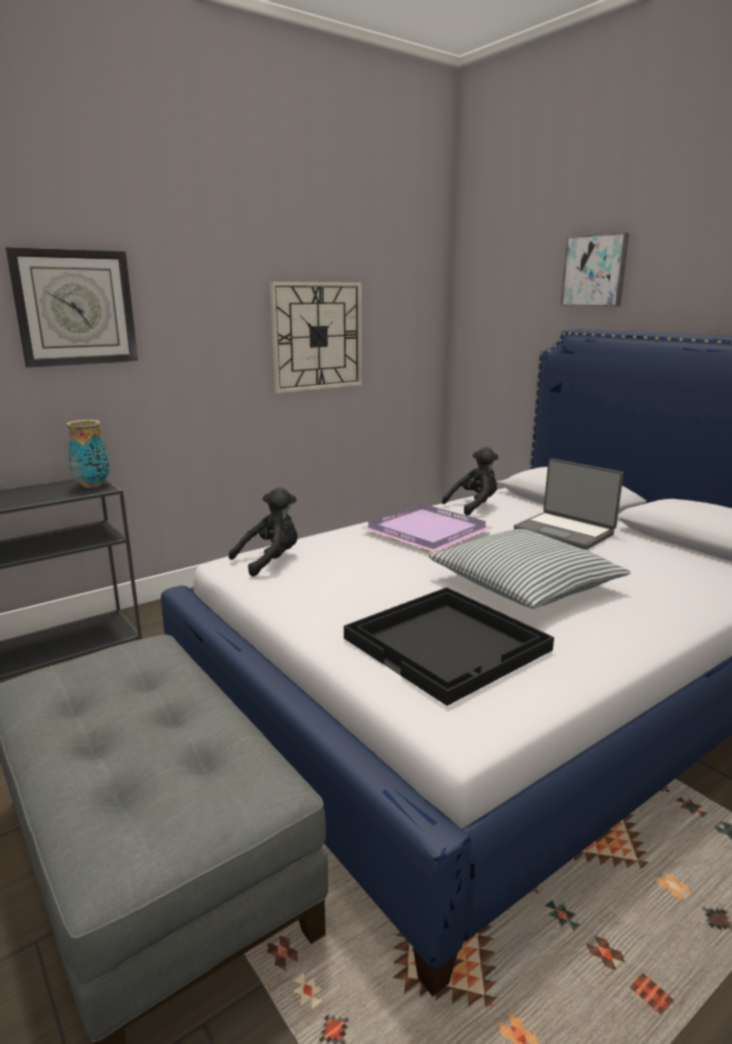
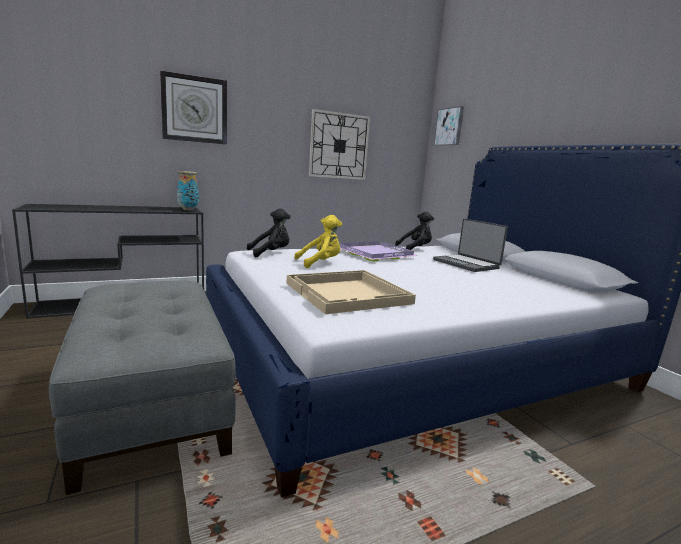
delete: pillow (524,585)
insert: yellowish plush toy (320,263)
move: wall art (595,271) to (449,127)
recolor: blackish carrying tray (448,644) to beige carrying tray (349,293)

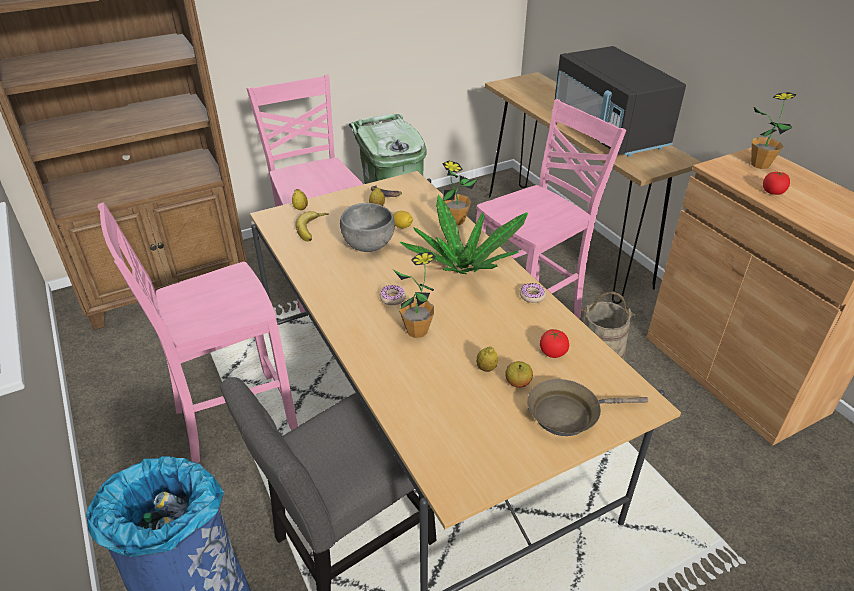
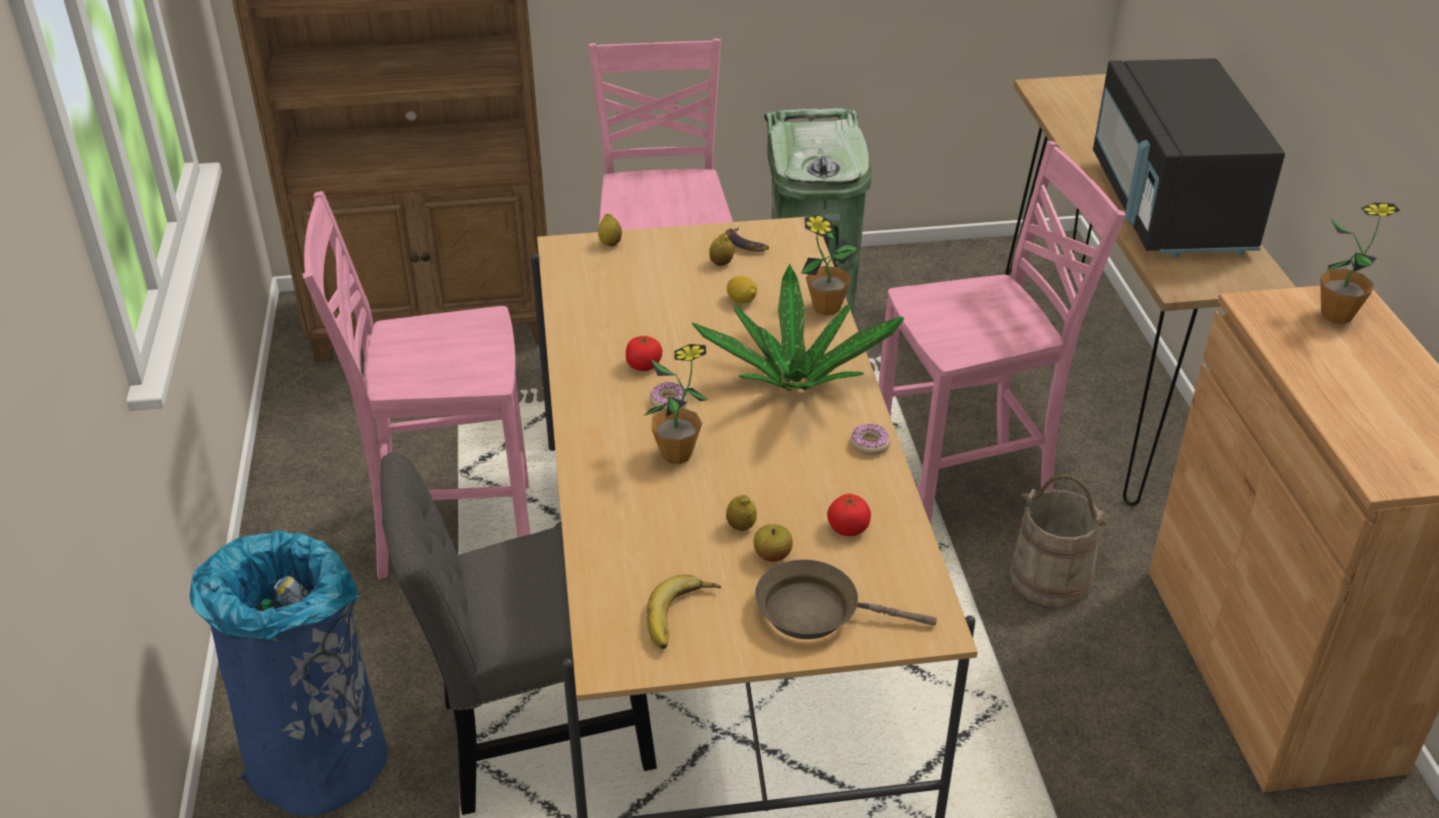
delete: greyish bowl (368,246)
move: tomato (773,192) to (644,365); banana fruit (314,229) to (682,617)

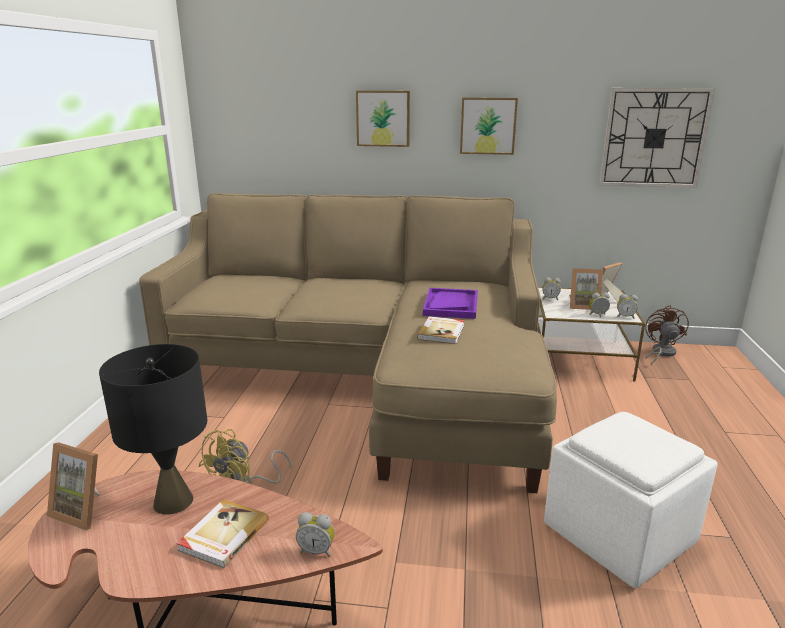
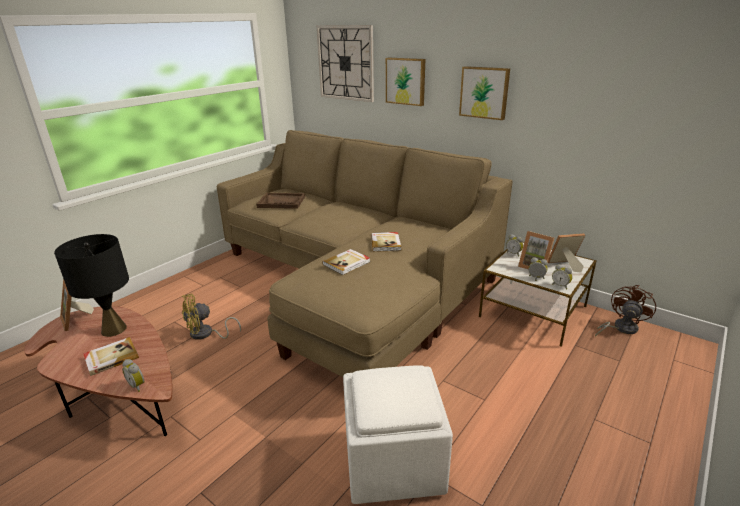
insert: brown-coloured carrying tray (281,202)
move: wall clock (654,138) to (346,63)
replace: purple-coloured carrying tray (451,305) to book (386,243)

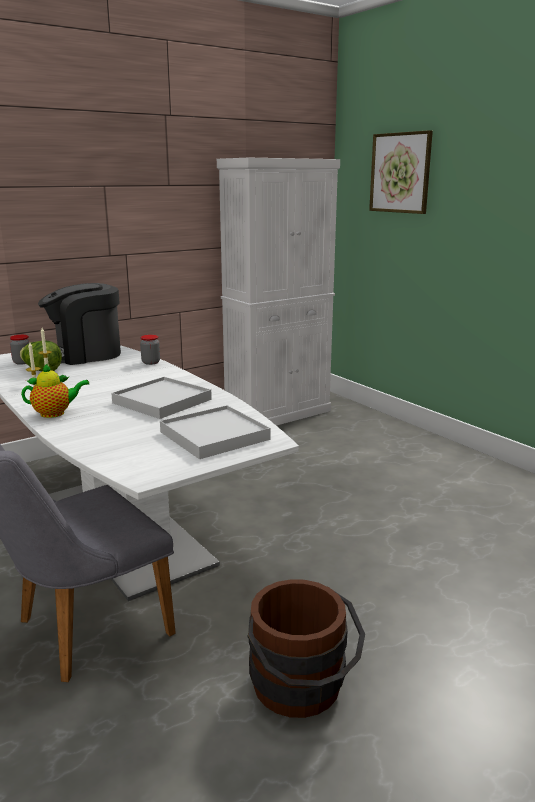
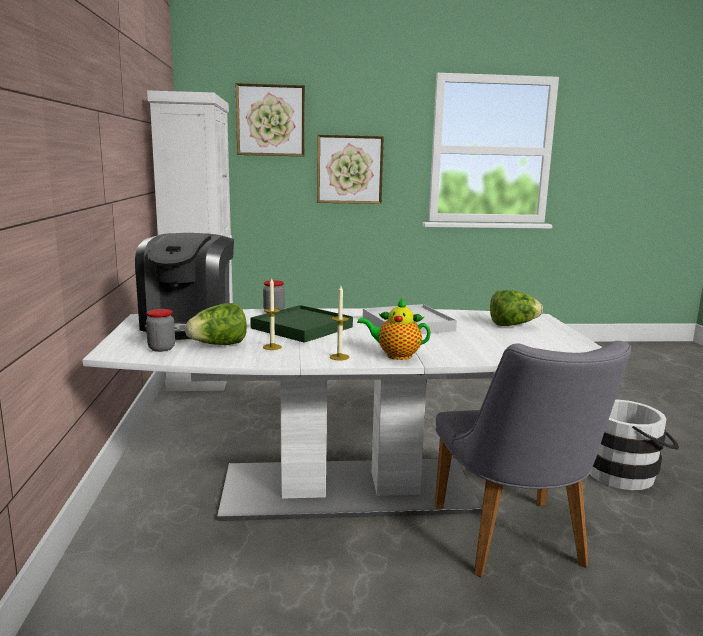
insert: wall art (349,169); green carrying tray (302,328)
replace: white-coloured carrying tray (214,435) to lettuce head (512,325)
recolor: brown-coloured water bucket (301,689) to white-coloured water bucket (626,474)
rotate: tea pot (55,413) = (395,355) 90 degrees counterclockwise

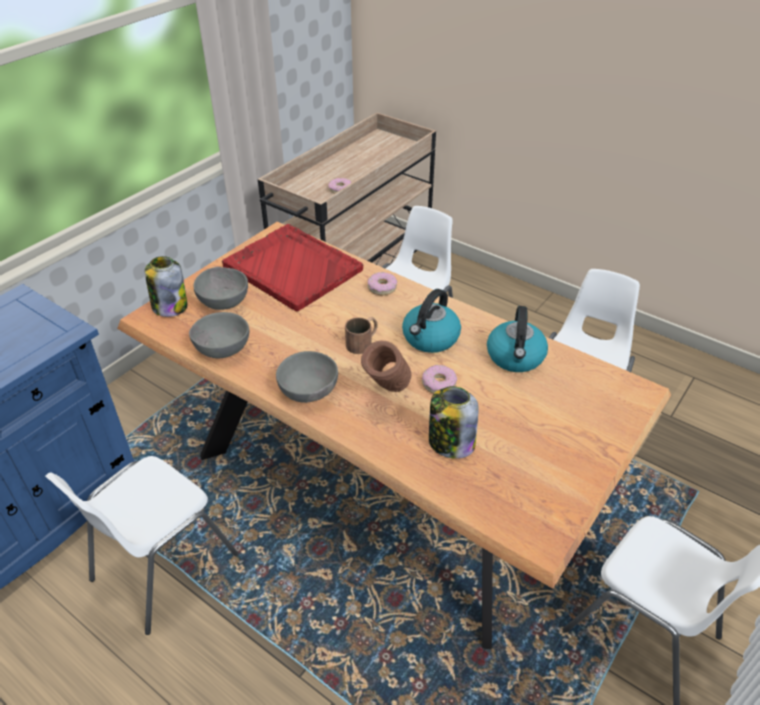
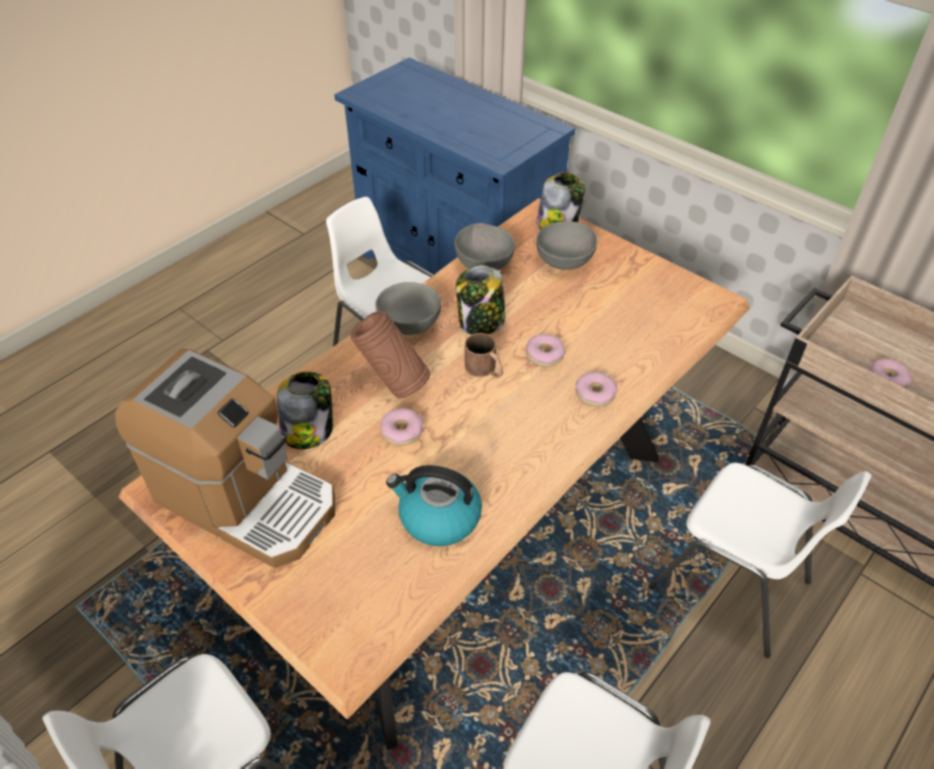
delete: red-coloured carrying tray (292,268); tea kettle (430,338)
insert: jar (481,322); doughnut (544,355); coffee maker (246,499)

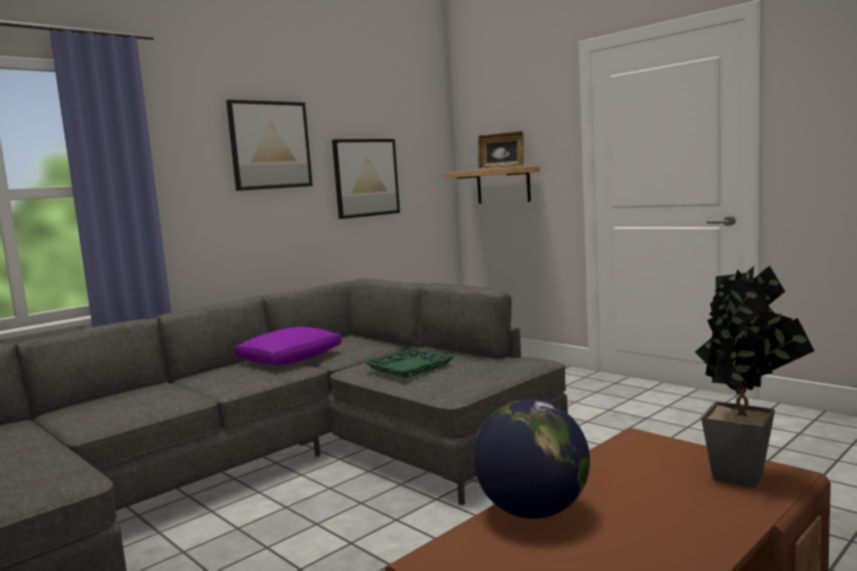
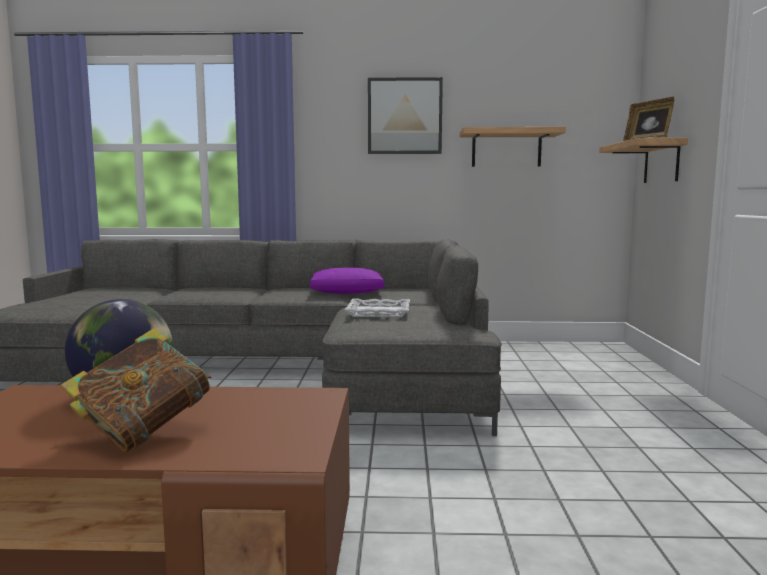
delete: houseplant (745,473)
insert: book (144,432)
replace: wall art (366,178) to shelf (506,149)
recolor: green carrying tray (409,367) to white-coloured carrying tray (378,312)

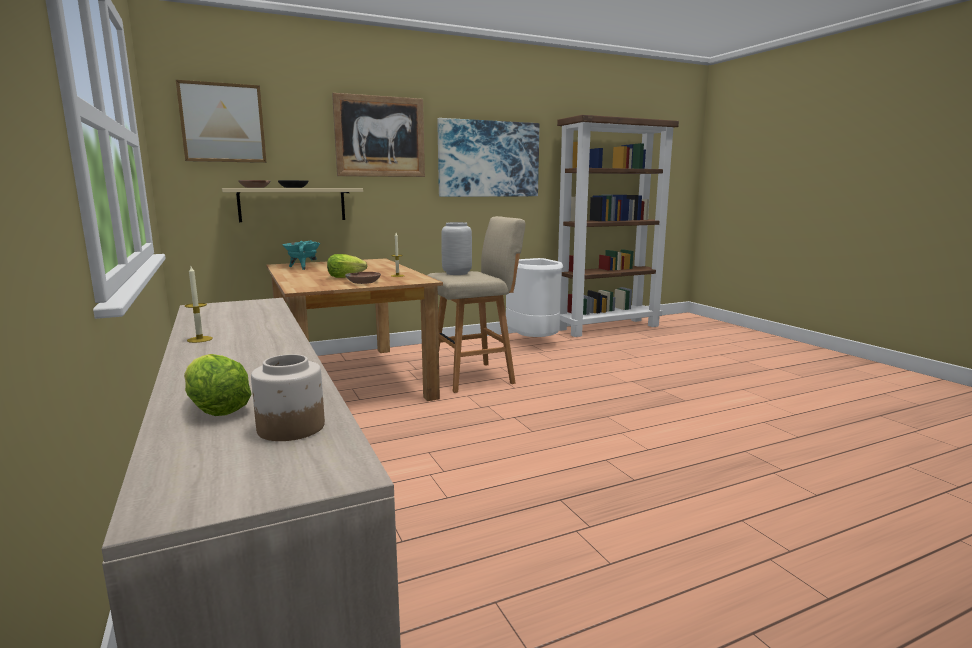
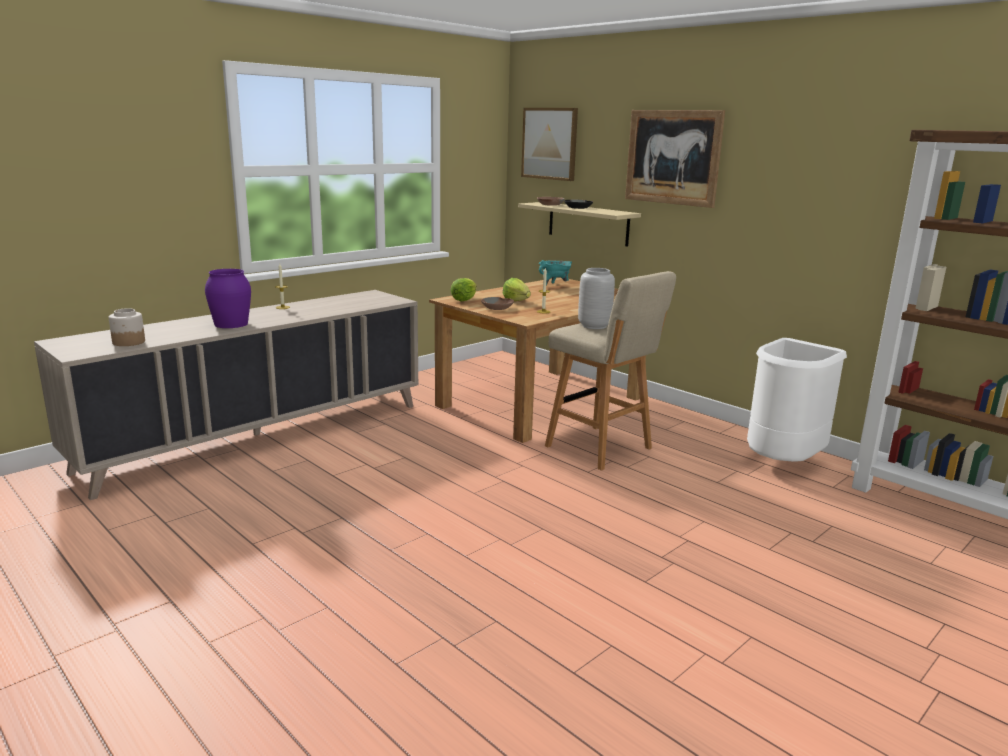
delete: wall art (489,159)
insert: purple-coloured flower vase (231,324)
move: lettuce head (216,410) to (464,300)

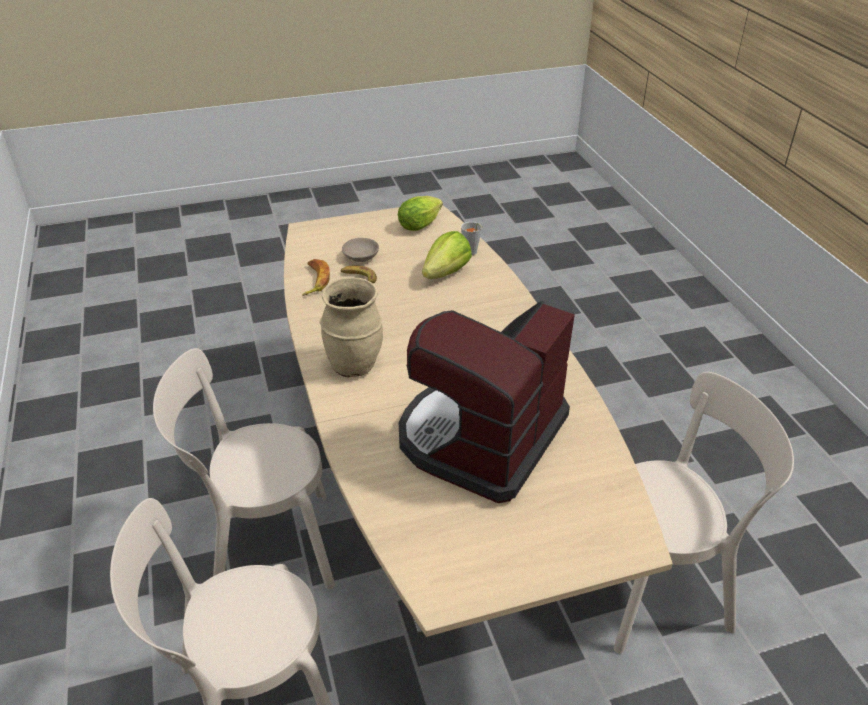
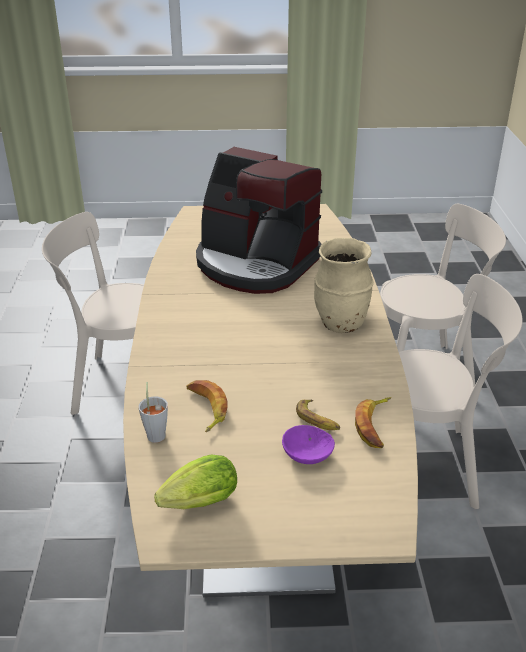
replace: lettuce head (446,273) to banana fruit (205,408)
recolor: beige bowl (362,256) to purple-coloured bowl (305,455)
rotate: coffee maker (480,438) = (256,264) 75 degrees clockwise

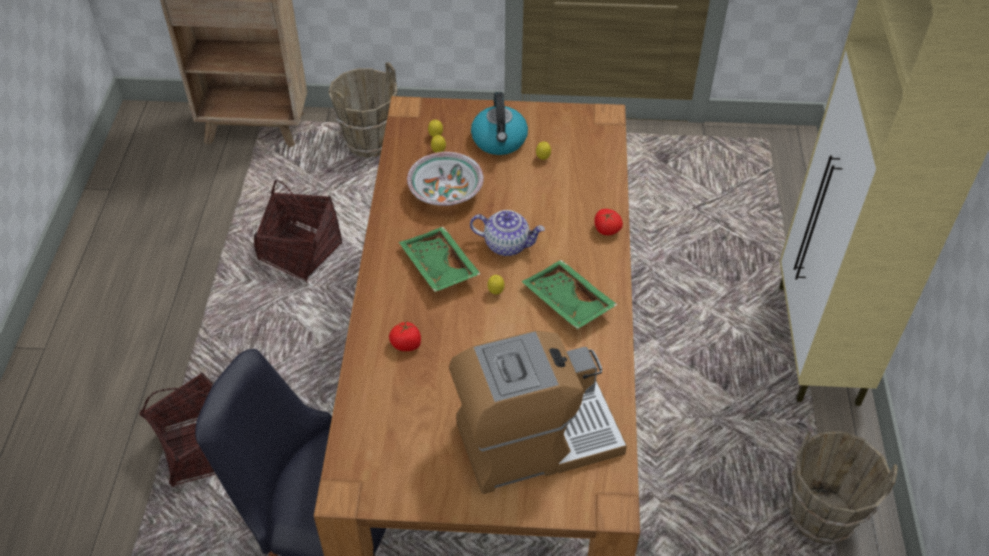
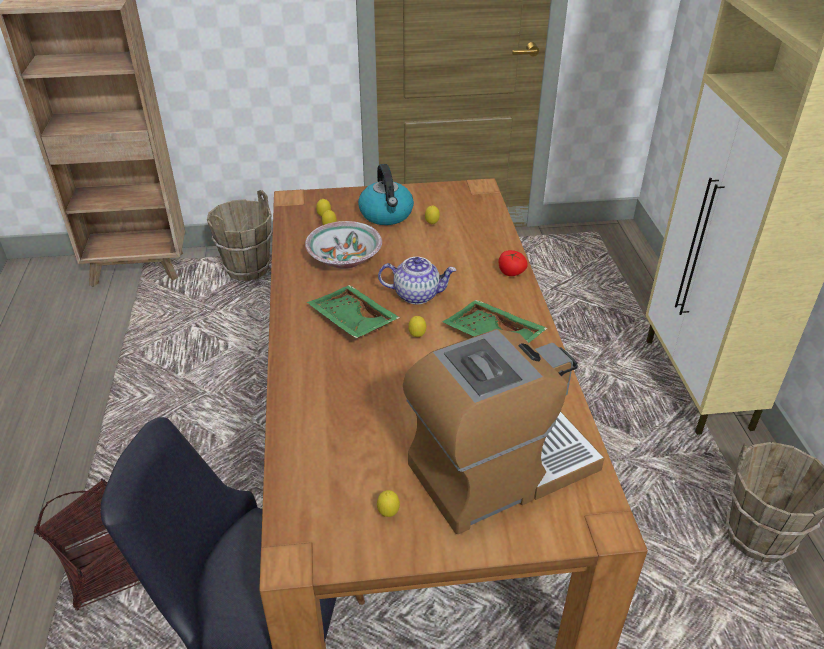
delete: storage basket (300,252); tomato (406,344)
insert: lemon (388,514)

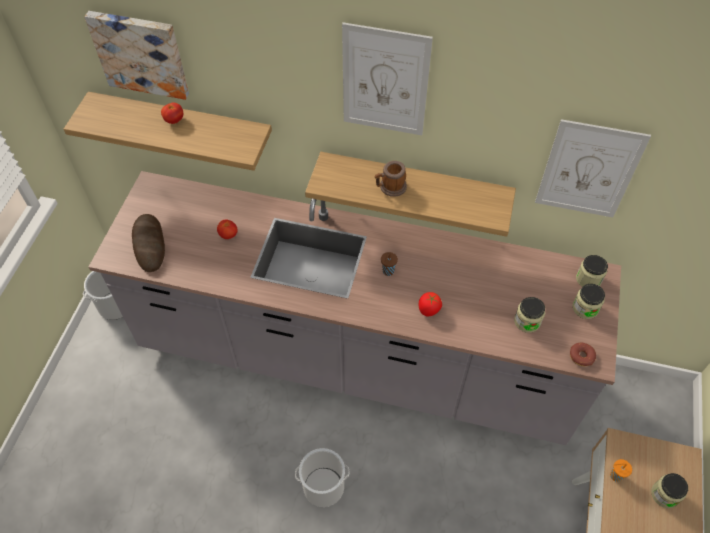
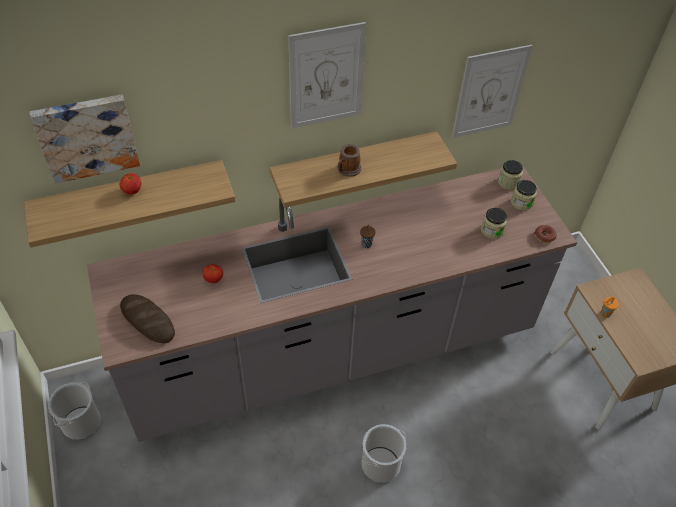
delete: tomato (428,310); jar (664,494)

